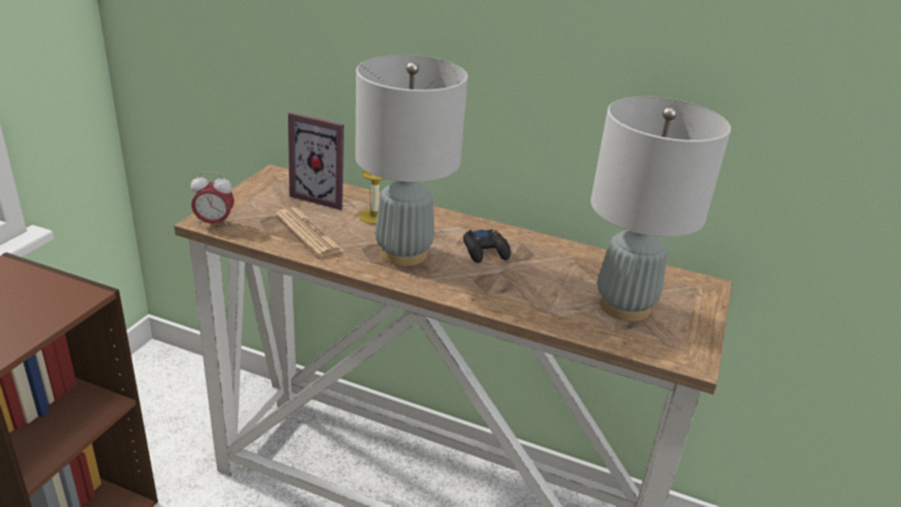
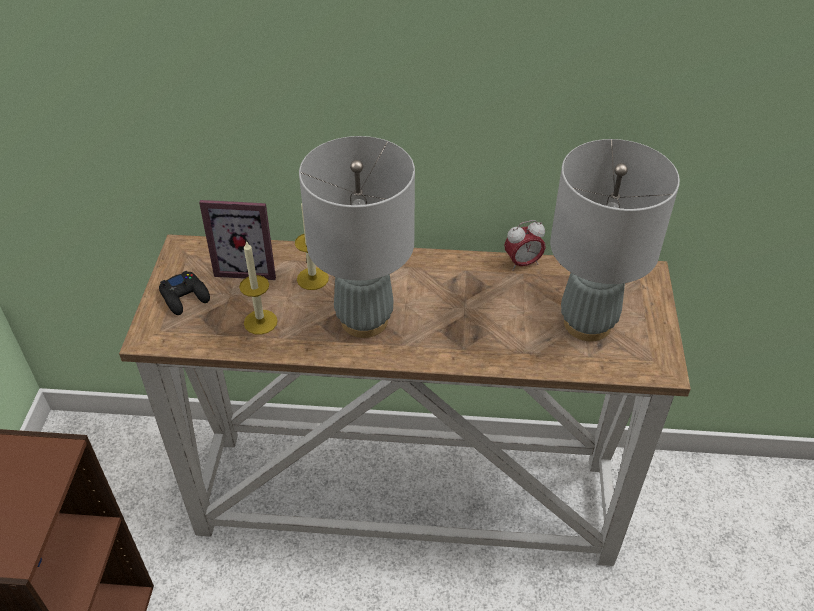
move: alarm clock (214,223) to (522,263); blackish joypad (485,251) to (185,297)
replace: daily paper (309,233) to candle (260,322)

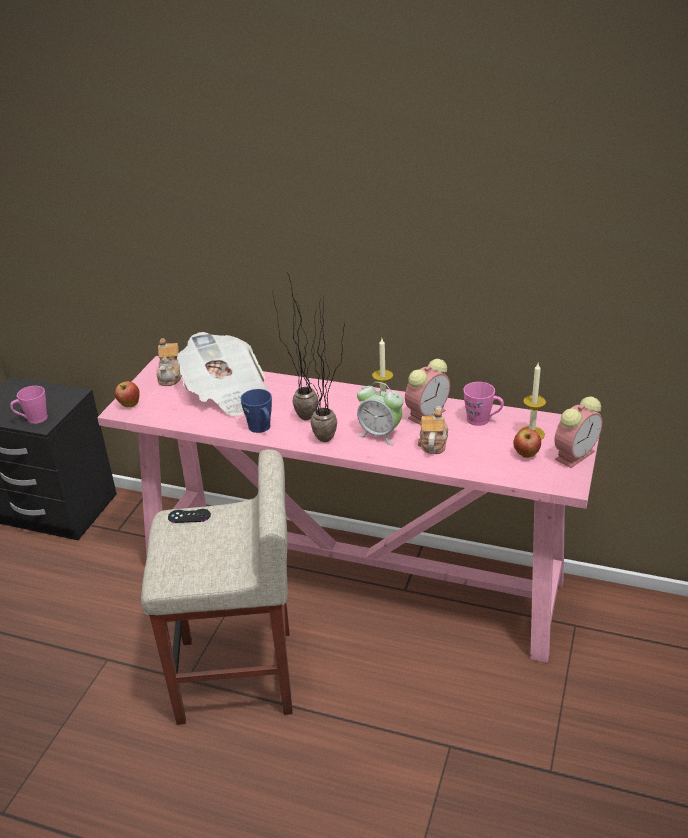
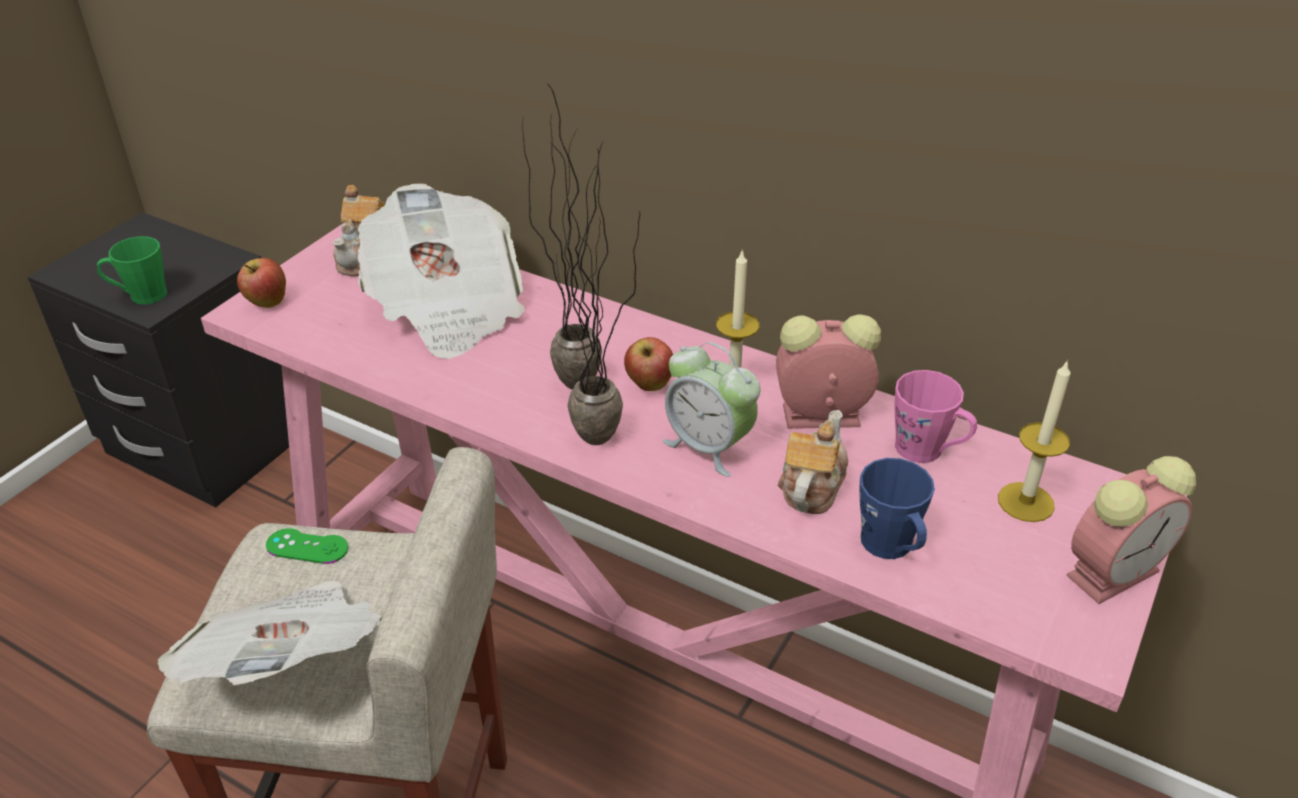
insert: daily paper (291,665)
move: bluish tea mug (261,428) to (891,548); whole apple (526,454) to (649,385)
recolor: pink-coloured tea mug (33,419) to green tea mug (141,296); blackish joypad (189,516) to green joypad (307,546)
rotate: alarm clock (427,413) = (818,416) 150 degrees counterclockwise

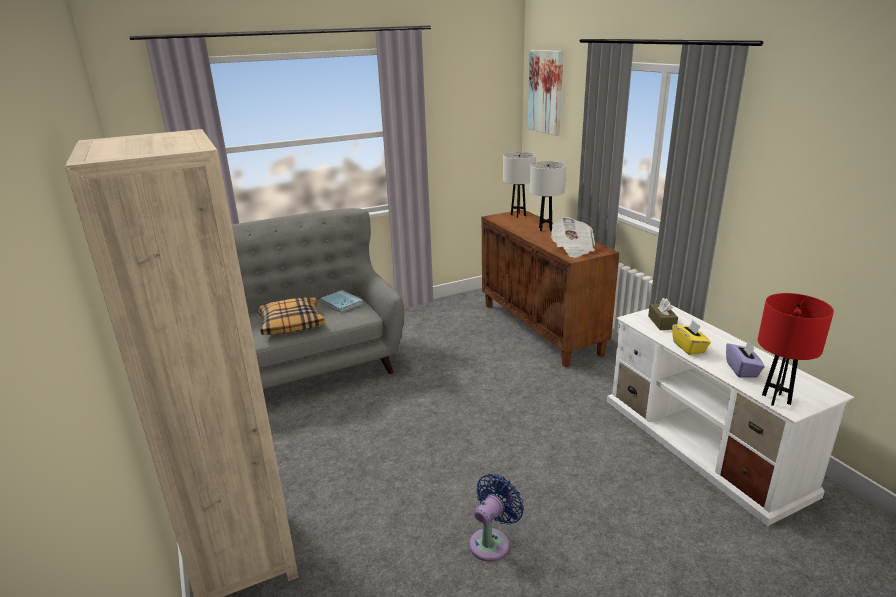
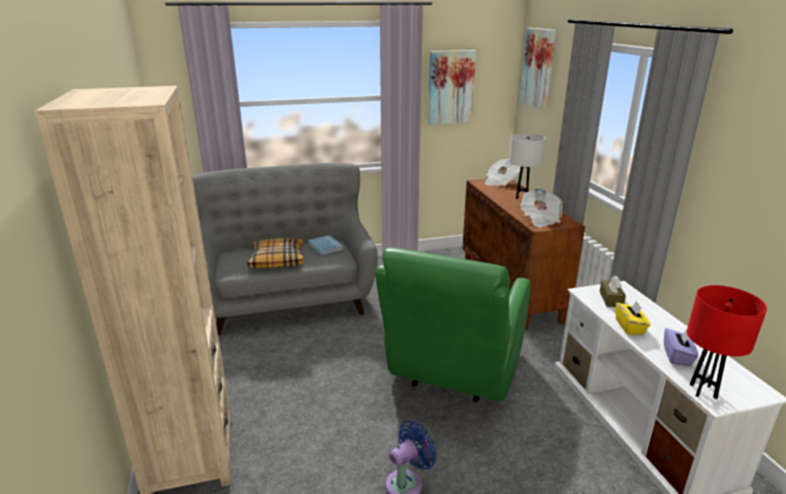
insert: wall art (450,87); green armchair (453,372)
replace: white-coloured tabletop lamp (518,215) to daily paper (501,182)

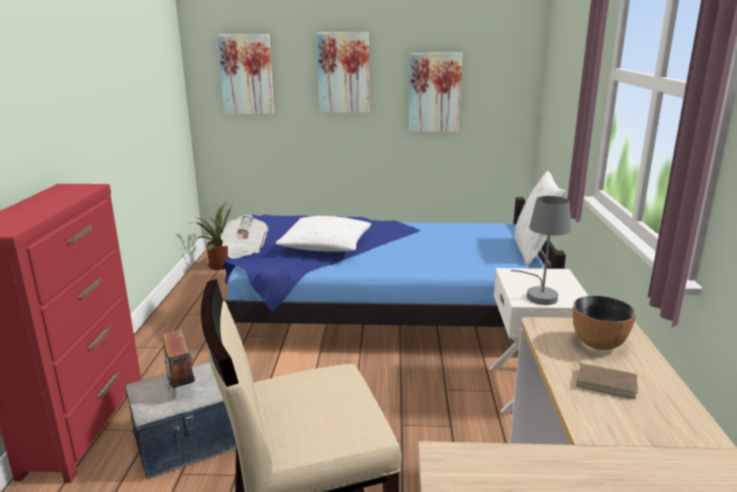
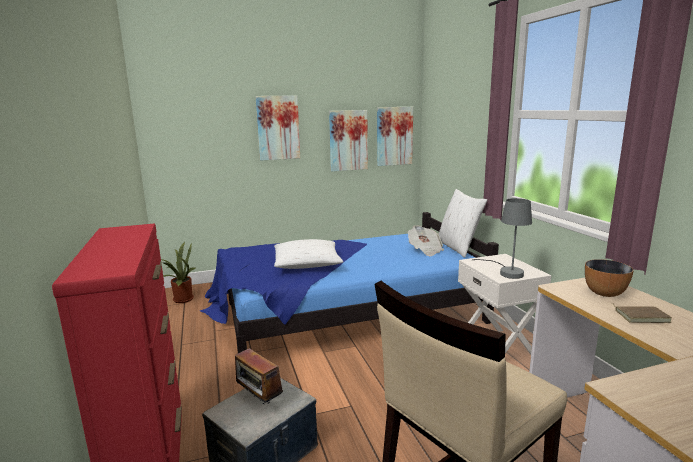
move: wall art (246,74) to (394,136); daily paper (244,249) to (425,250)

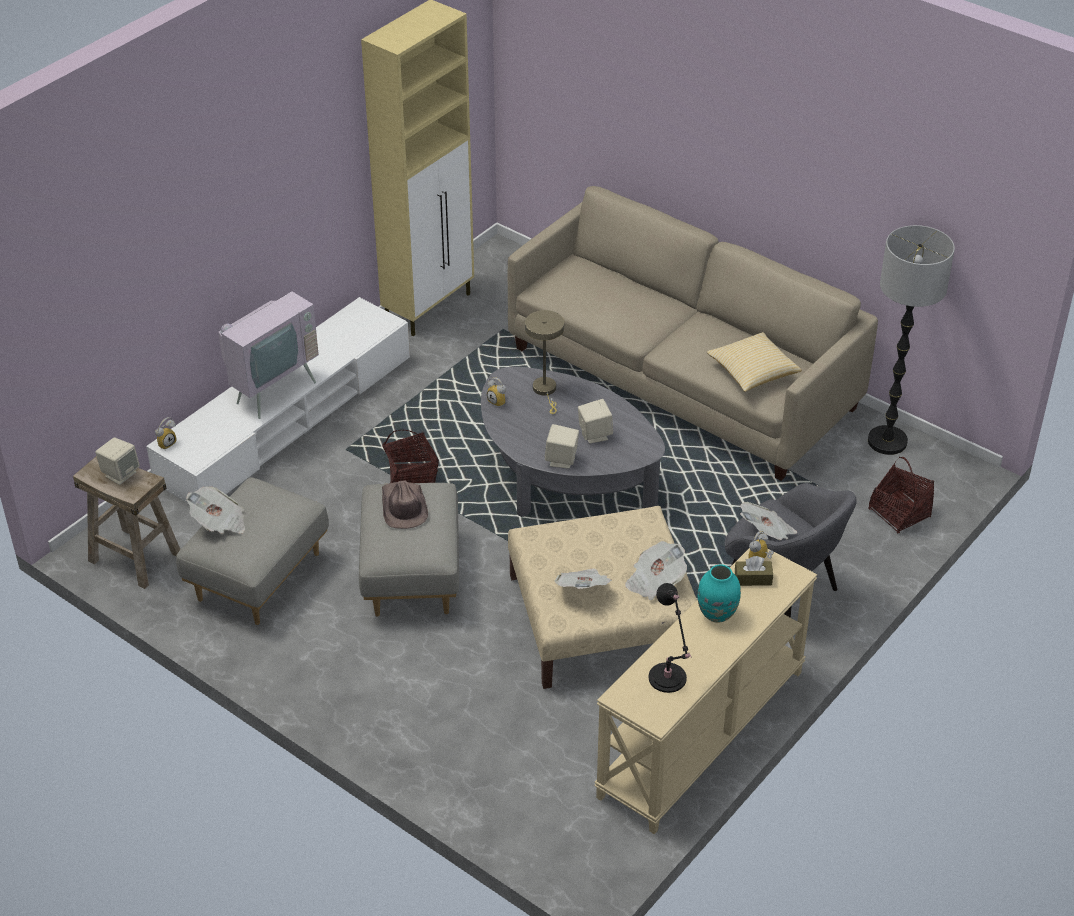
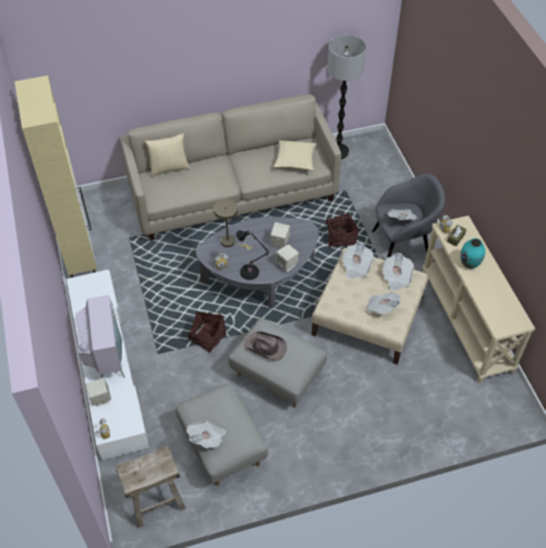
insert: pillow (169,168); daily paper (356,267)
move: beige audio speaker (120,474) to (100,398); storage basket (899,513) to (341,239); blackish tabletop lamp (668,680) to (251,272)

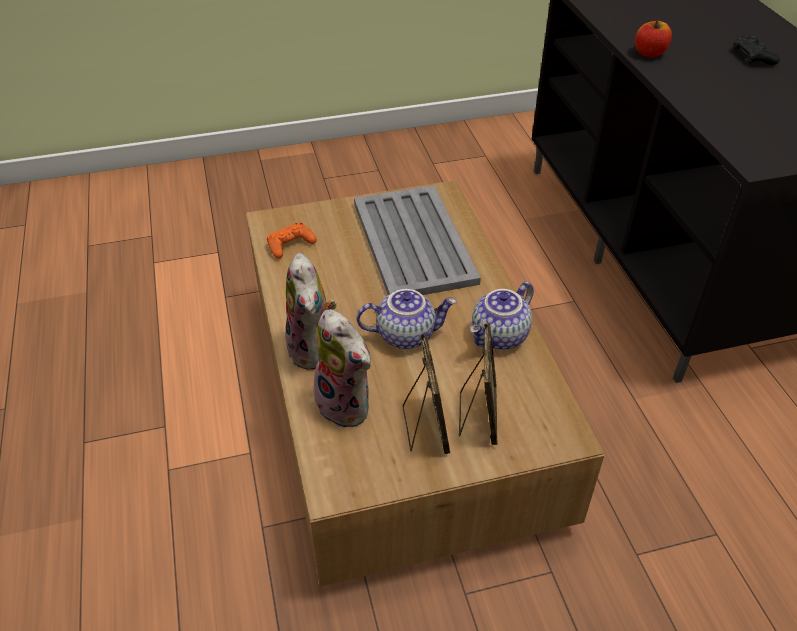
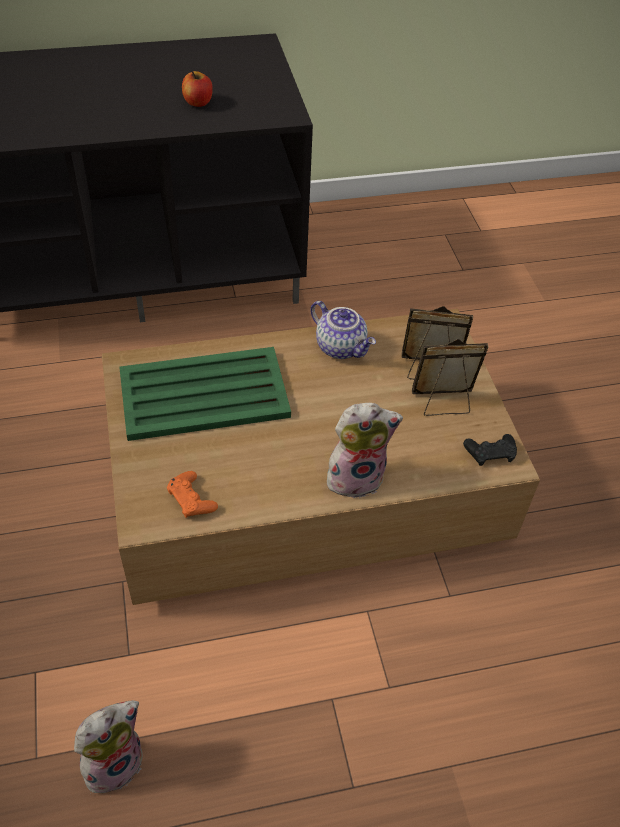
delete: tea pot (406,334)
move: whole apple (649,53) to (198,102); blackish joypad (753,56) to (490,453); plush toy (347,405) to (114,761)
recolor: greyish carrying tray (413,243) to green carrying tray (206,394)

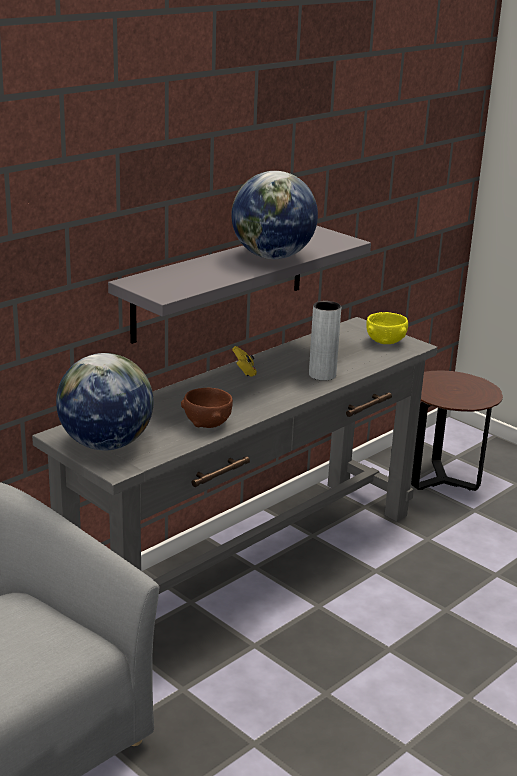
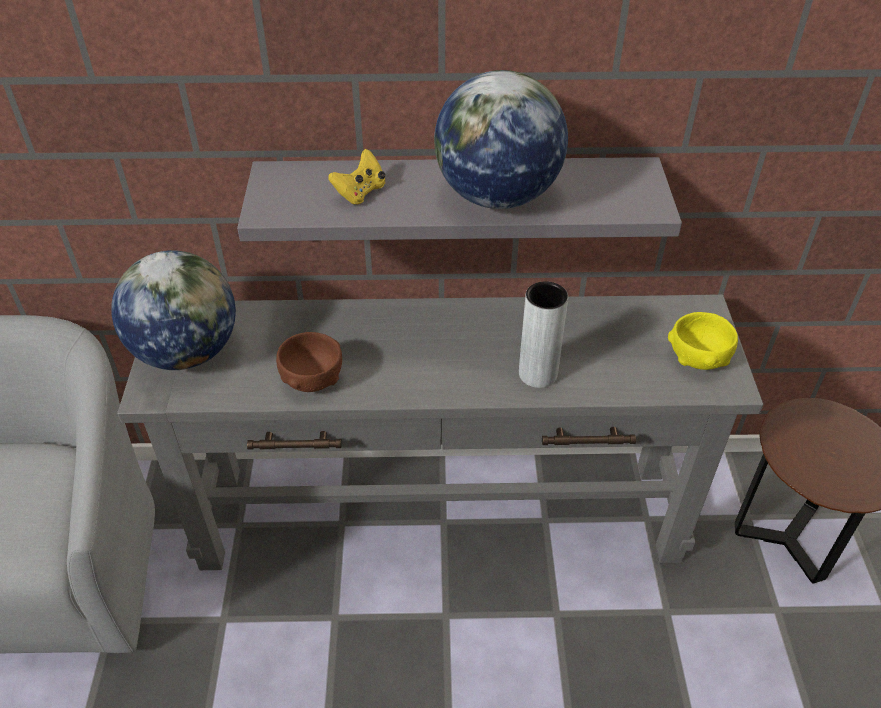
move: yellowish joypad (244,372) to (360,192)

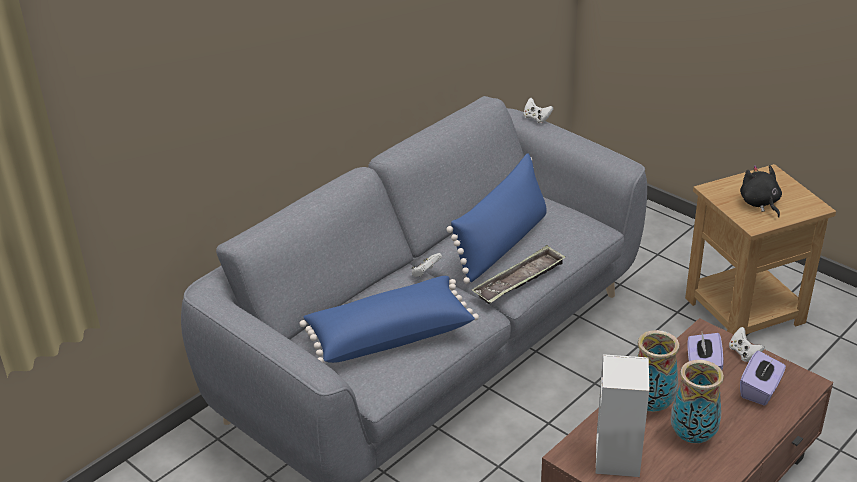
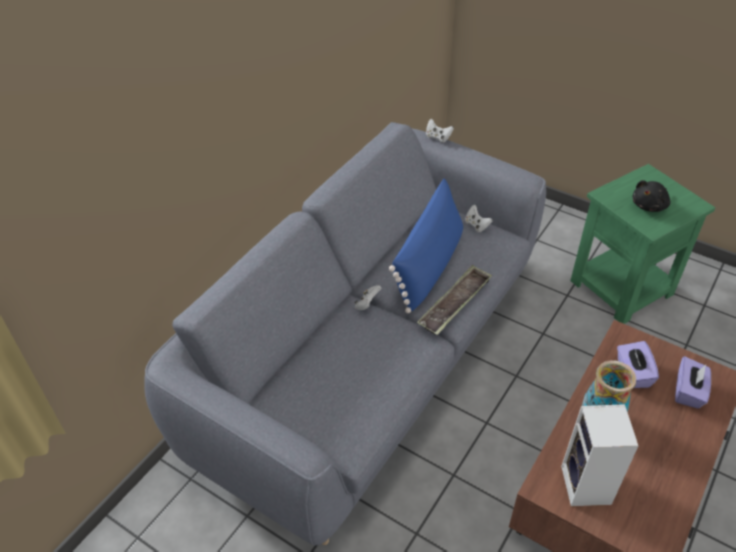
delete: bluish pillow (389,334); flower vase (693,436)
move: white-coloured joypad (743,353) to (476,225)
recolor: brown-coloured accent table (743,311) to green accent table (620,288)
rotate: blackish plush toy (760,203) = (649,206) 105 degrees counterclockwise

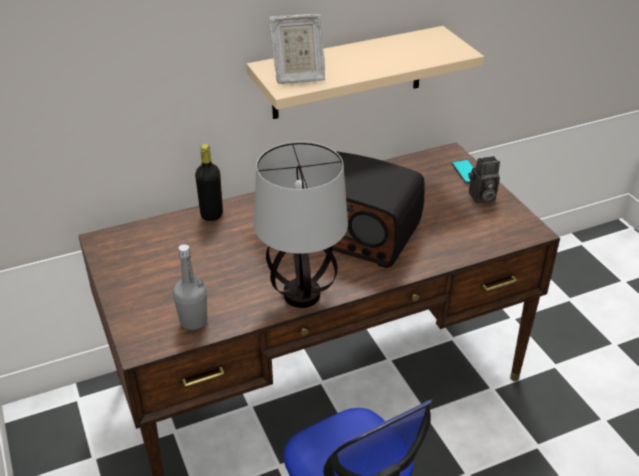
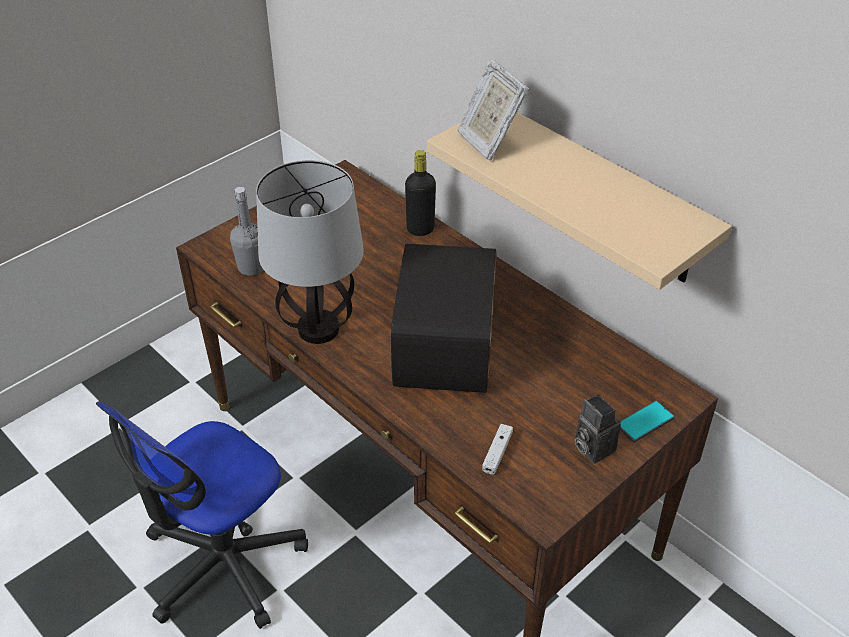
insert: white-coloured joypad (497,453)

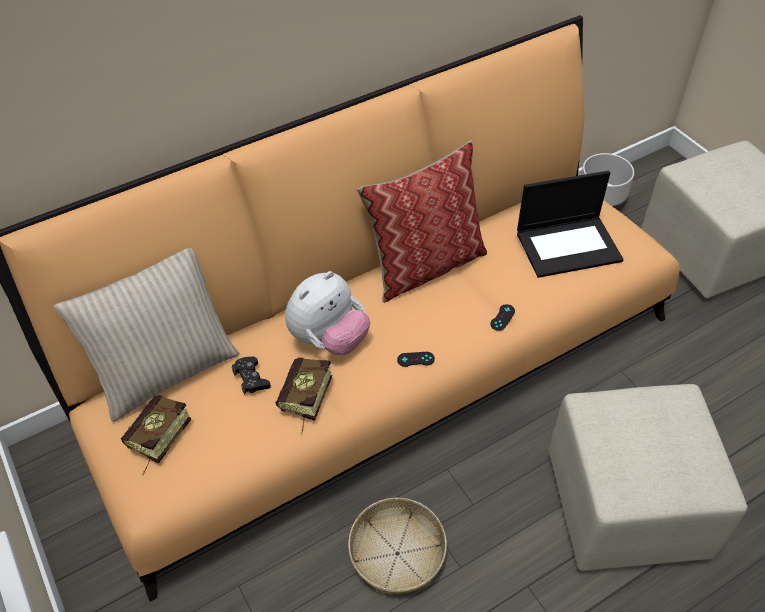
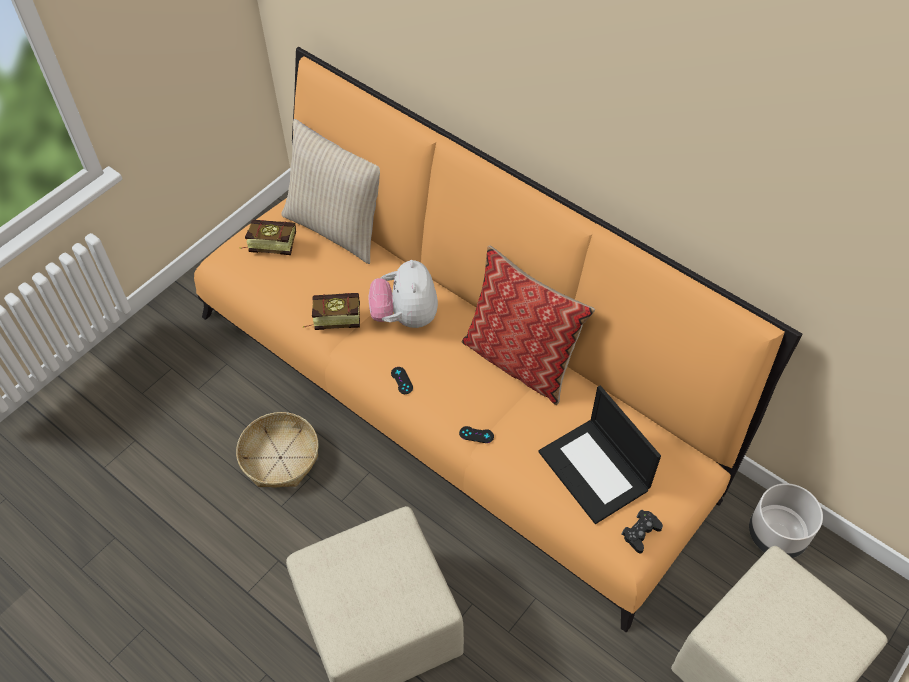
move: blackish joypad (251,379) to (640,533)
rotate: plush toy (329,339) = (405,316) 60 degrees clockwise

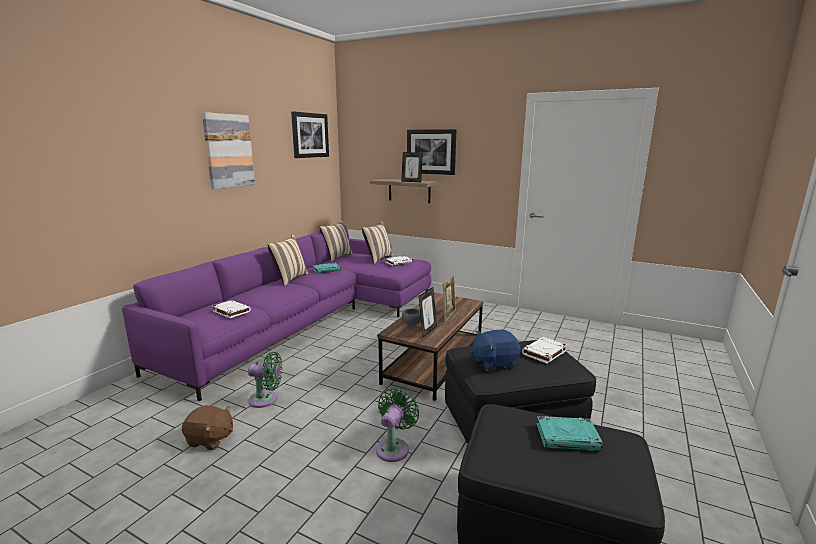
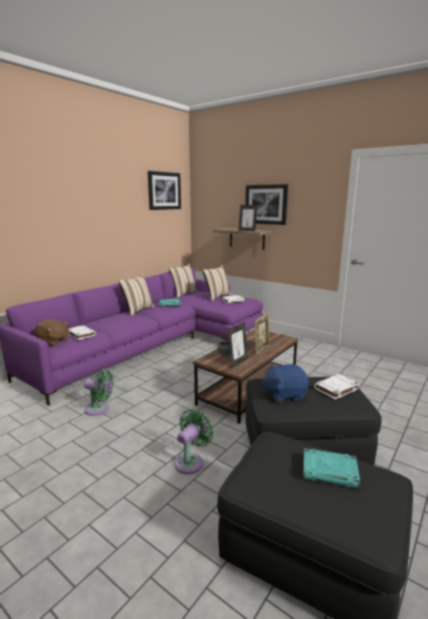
delete: wall art (228,151)
move: brown-coloured plush toy (210,439) to (53,342)

